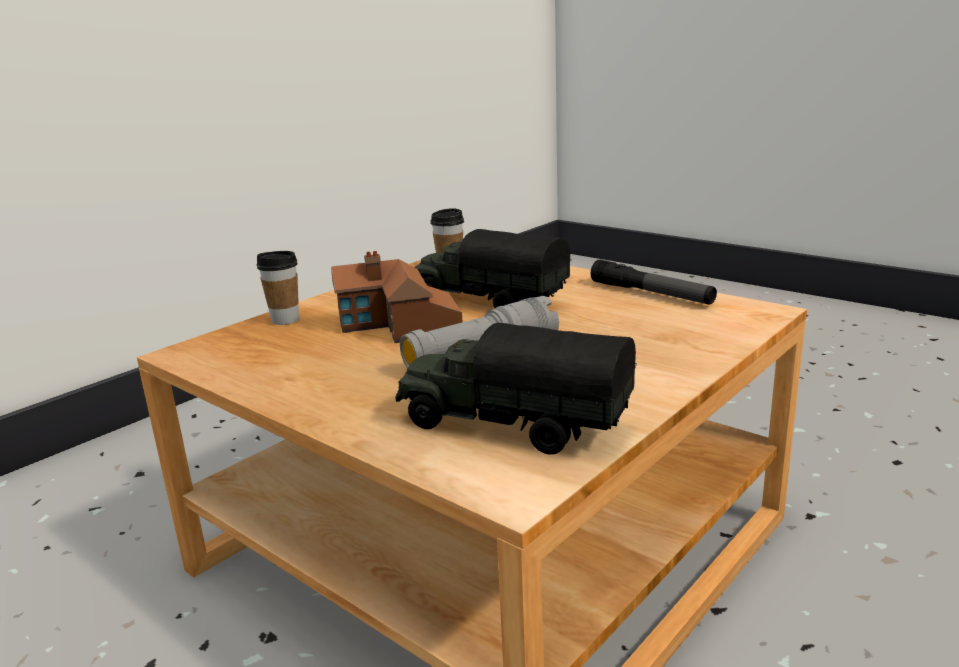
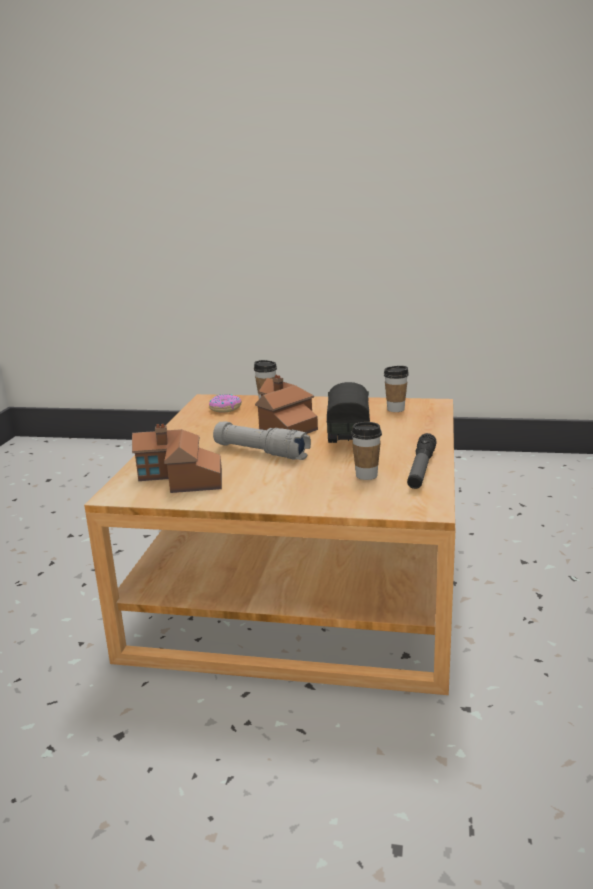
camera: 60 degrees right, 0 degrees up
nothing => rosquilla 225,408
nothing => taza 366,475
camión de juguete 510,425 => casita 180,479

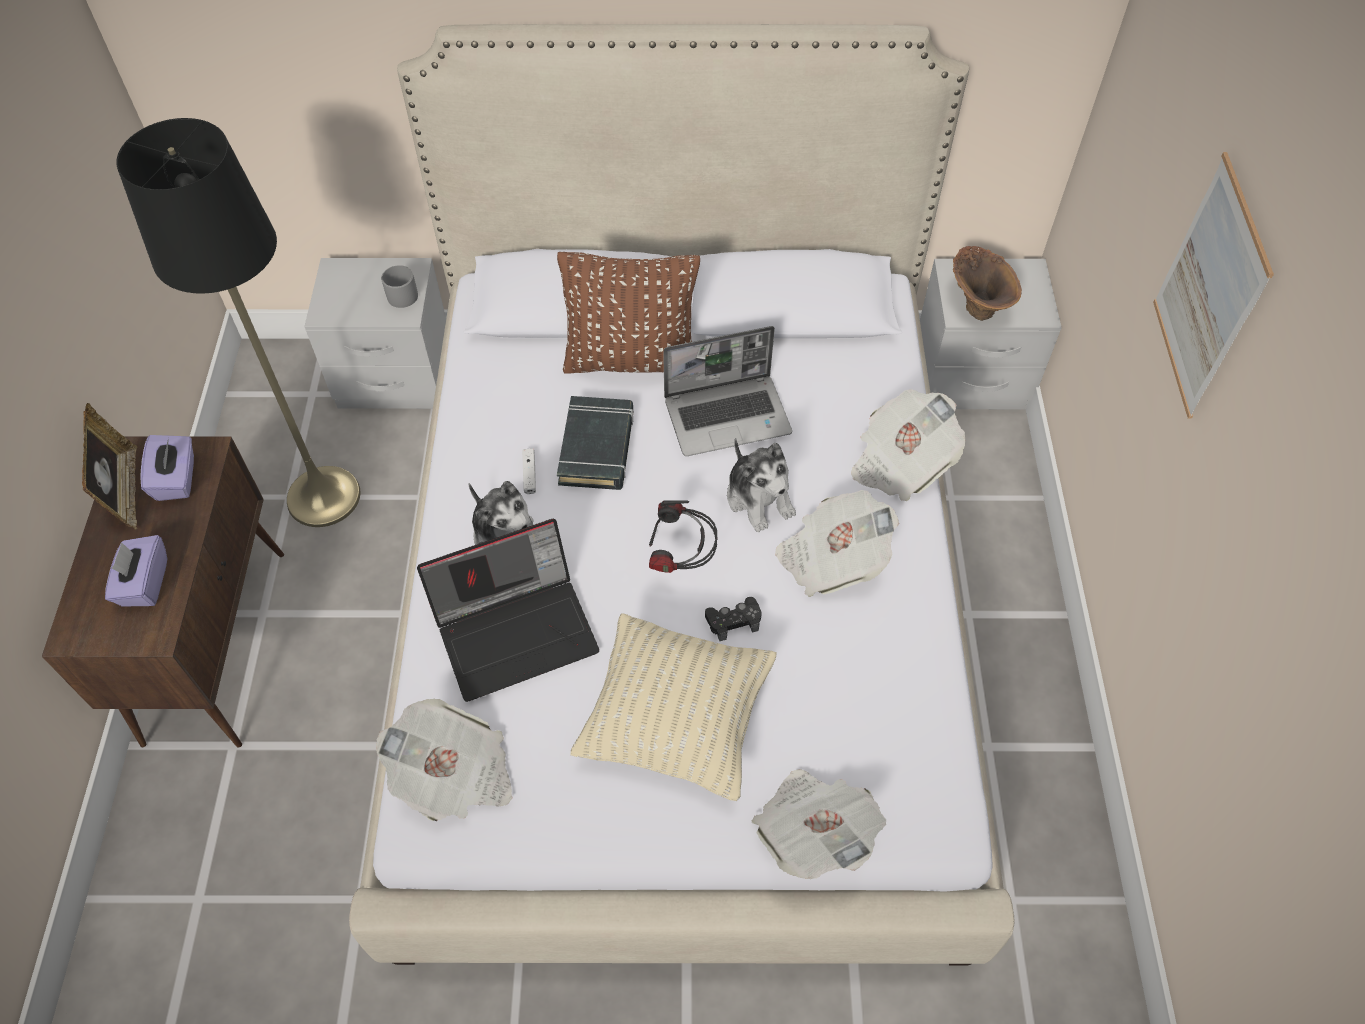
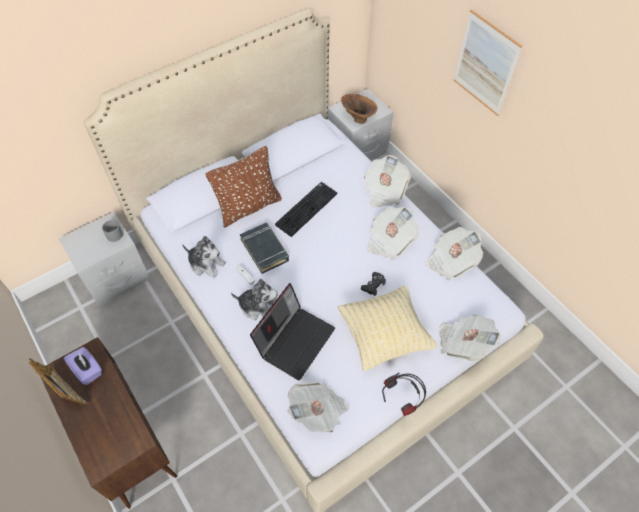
camera: 35 degrees left, 0 degrees up
caja de pañuelos [morado] 144,583 => nothing
lámpara de pie [negro] 323,496 => nothing
nothing => periódico 451,261
auriculares 681,560 => auriculares 403,399, relocated
peluche 759,498 => peluche 206,264, relocated
portátil 728,415 => teclado 306,208

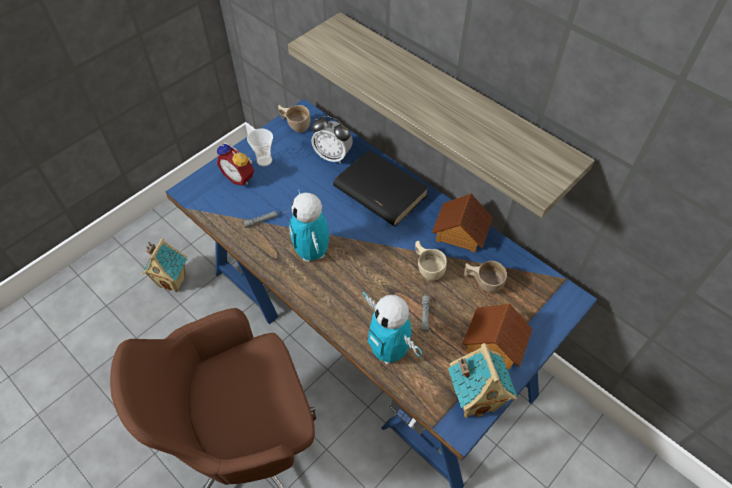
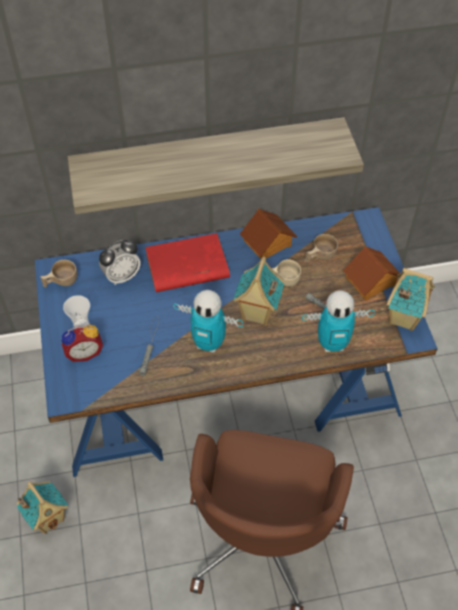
camera: 55 degrees left, 0 degrees up
nothing => casita 257,314
libro [negro] 379,191 => libro [rojo] 186,267

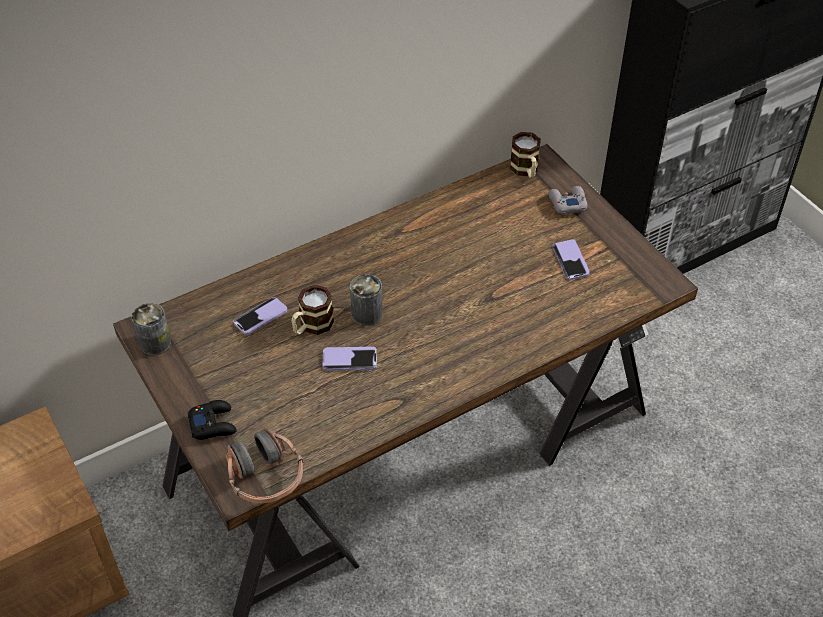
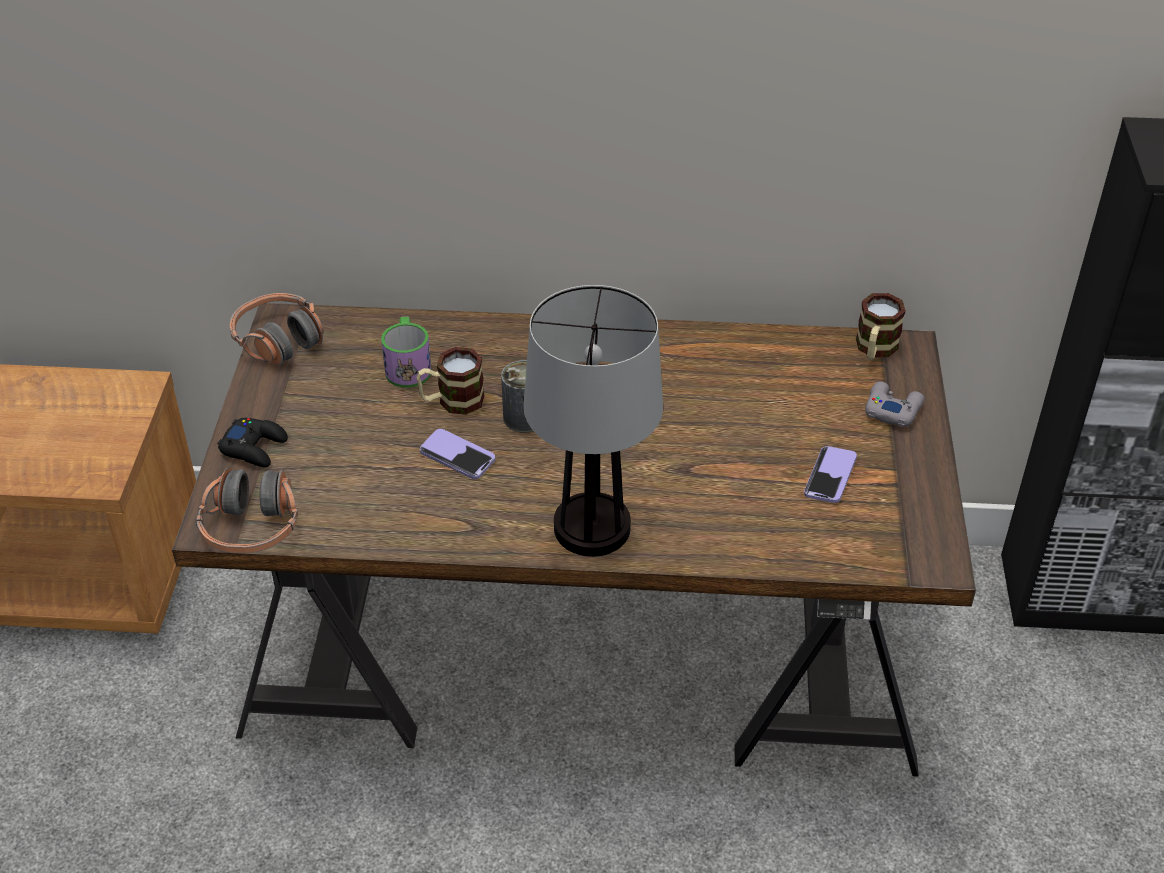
camera: 35 degrees right, 5 degrees down
nothing => lámpara de mesa 593,528
lata 155,343 => auriculares 279,340
móvil 260,317 => taza grande 408,366

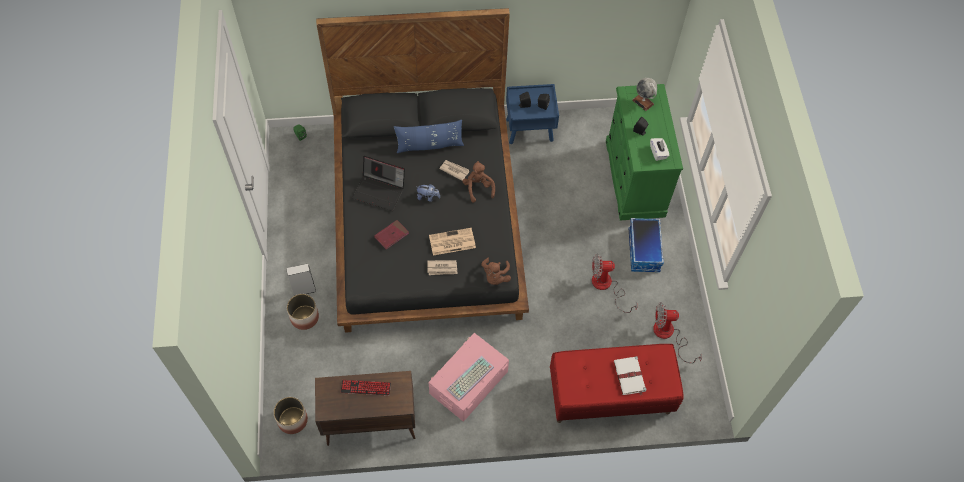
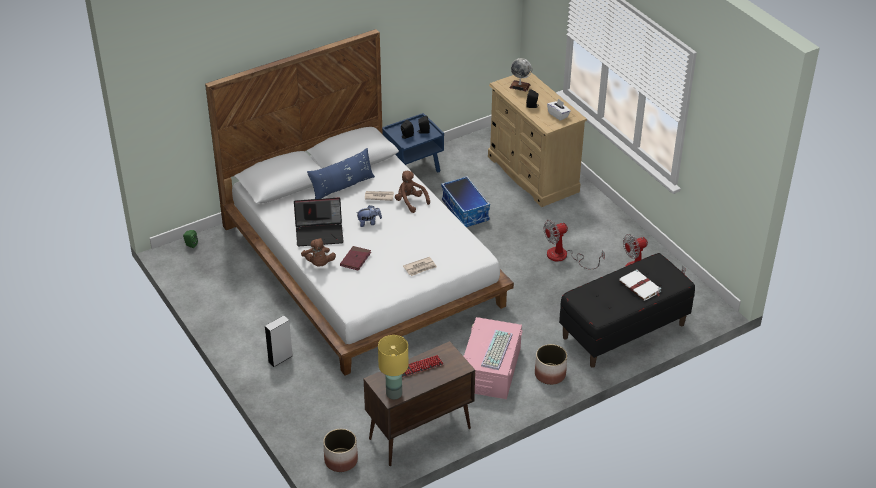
camera: 25 degrees left, 20 degrees down
periódico 451,242 => nothing
nothing => lámpara de mesa [amarillo] 394,393
maceta 304,317 => maceta 549,374, relocated
peluche [marrón] 495,276 => peluche [marrón] 319,263, relocated
caja de almacenaje 644,251 => caja de almacenaje 466,210, relocated
cama [negro] 427,219 => cama [blanco] 363,265
banco [rojo] 610,395 => banco [negro] 623,331
cómoda [verde] 634,178 => cómoda [beis] 532,174

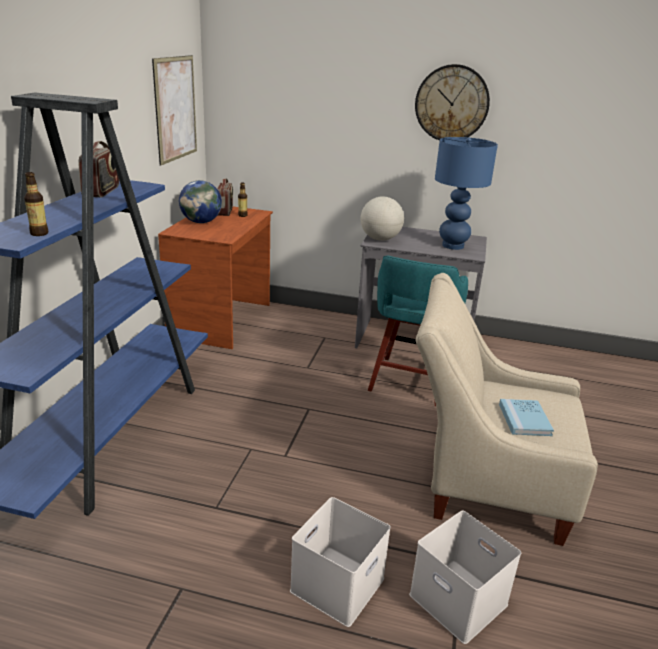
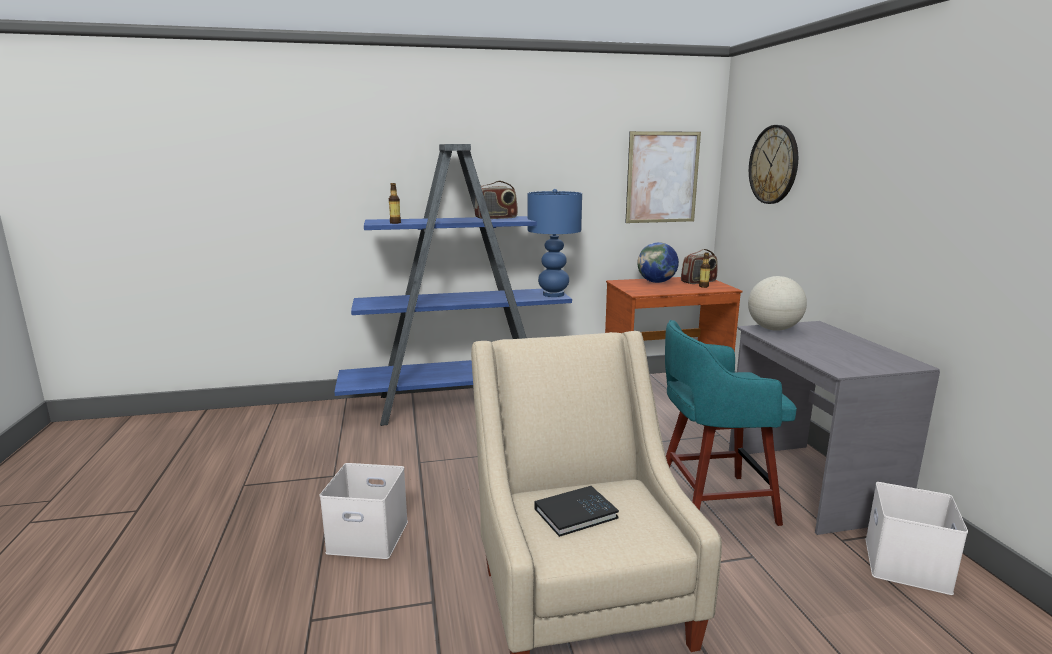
camera: 65 degrees right, 10 degrees down
caja de almacenaje [blanco] 456,599 => caja de almacenaje [blanco] 904,563, relocated
reloj de pared 452,103 => reloj de pared 773,164, relocated
lámpara de mesa [azul] 453,246 => lámpara de mesa [azul] 553,294, relocated
libro [azul] 524,419 => libro [negro] 575,513

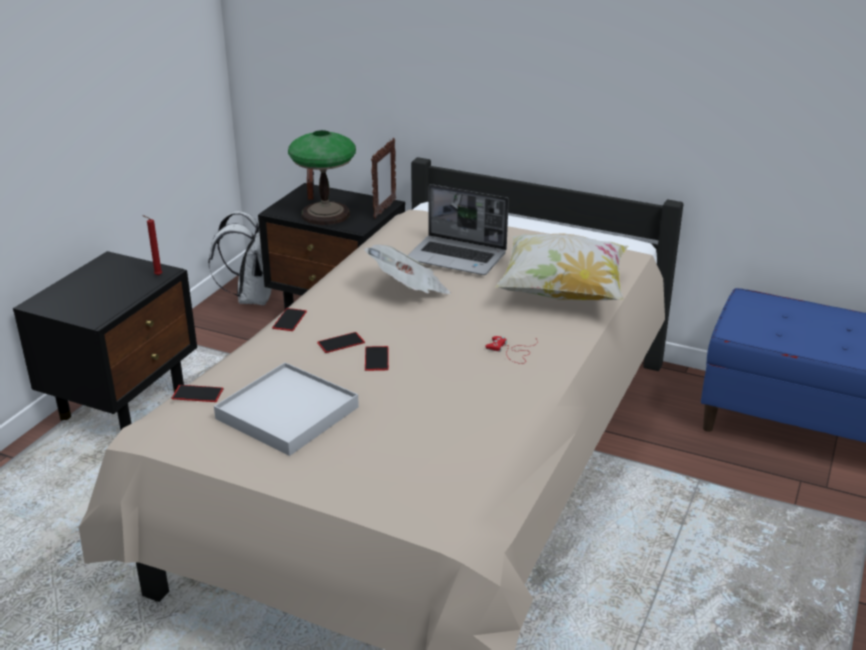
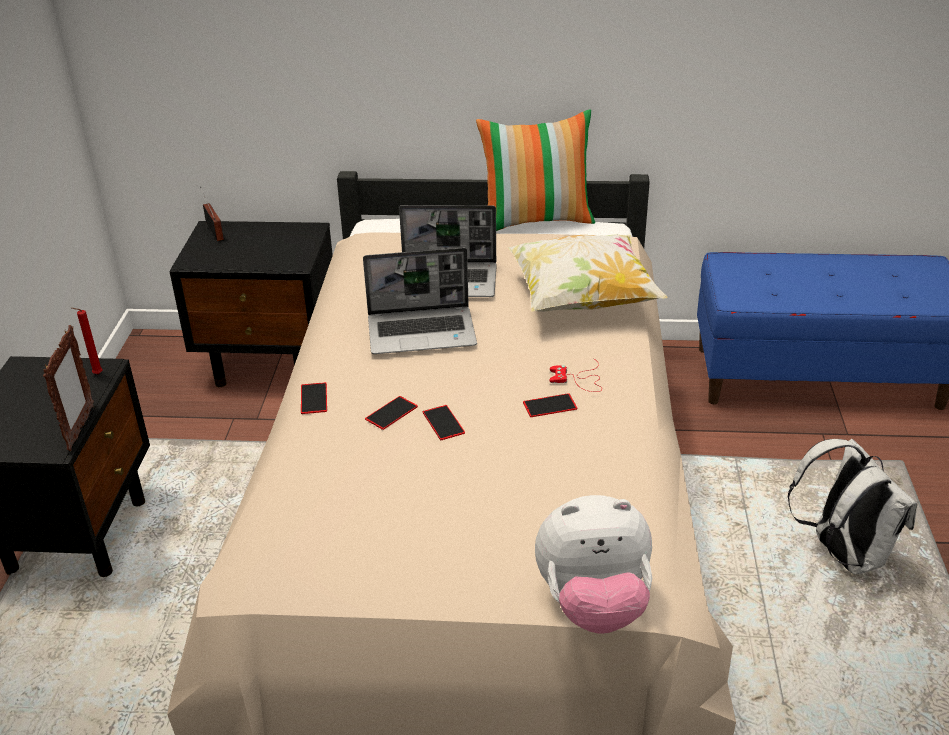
camera: 20 degrees left, 5 degrees up
bandeja [blanco] 287,412 => nothing
lámpara de mesa 325,214 => nothing
nothing => cojín 536,220
nothing => peluche 593,605
móvil 197,394 => móvil 550,405, relocated
mochila [blanco] 252,297 => mochila [blanco] 842,553, relocated
portarretratos 384,209 => portarretratos 80,428, relocated
periódico 409,290 => portátil 423,332

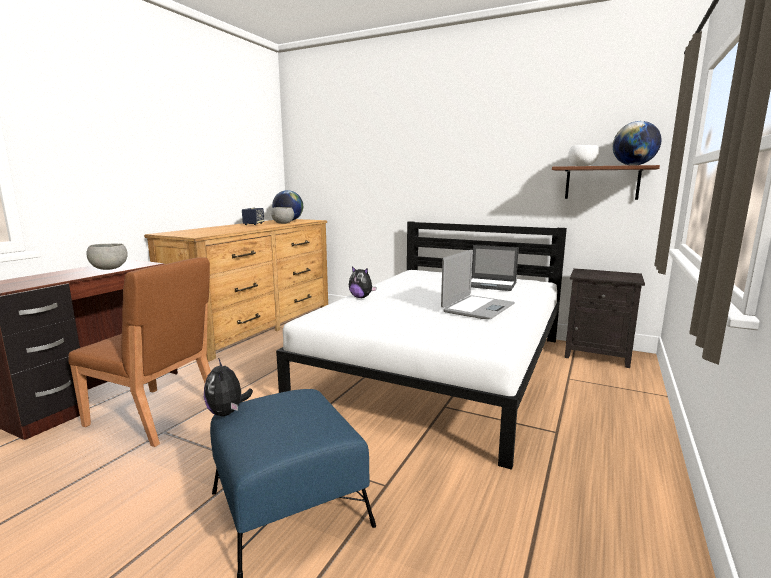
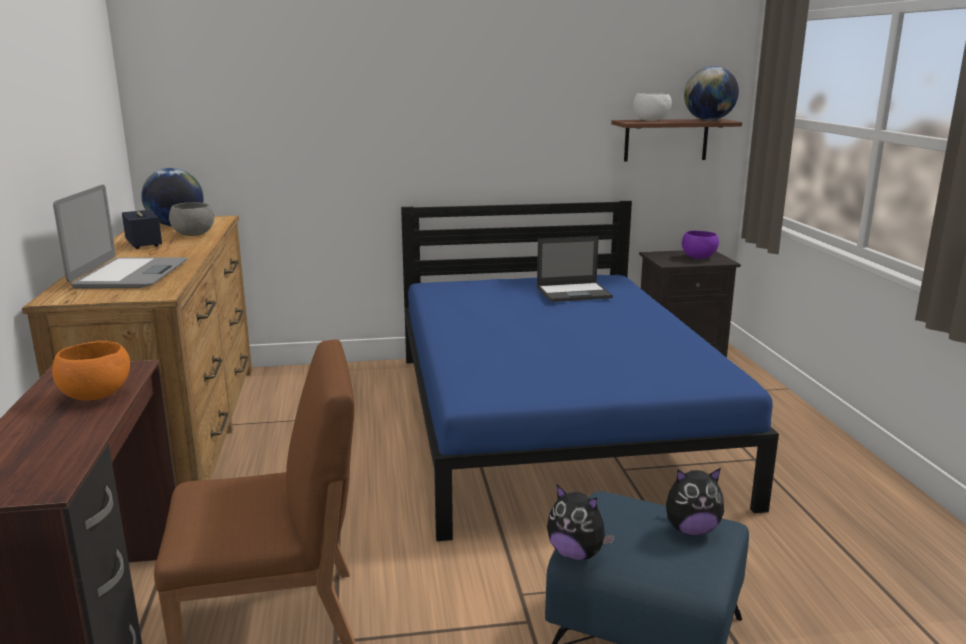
camera: 35 degrees left, 5 degrees up
nothing => cuenco [morado] 698,257
peluche 361,297 => peluche 691,530, relocated
portátil 477,308 => portátil 130,274, relocated
cuenco [gris] 109,269 => cuenco [naranja] 95,395
cama [blanco] 441,368 => cama [azul] 552,422

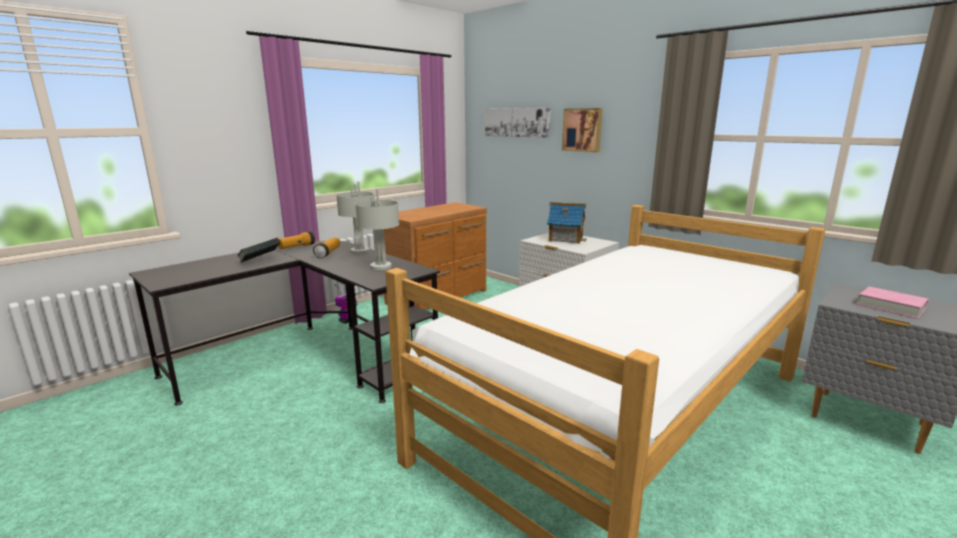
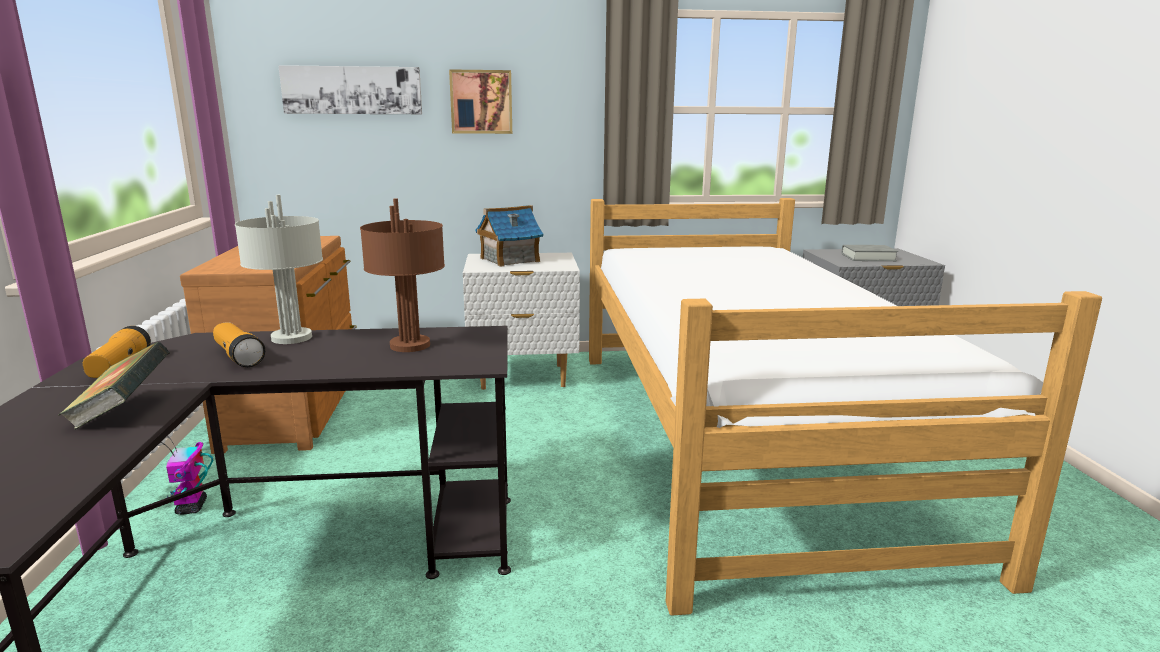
camera: 50 degrees left, 0 degrees up
lámpara de mesa [gris] 381,267 => lámpara de mesa [marrón] 411,345
libro [rosa] 890,306 => libro [gris] 868,257

